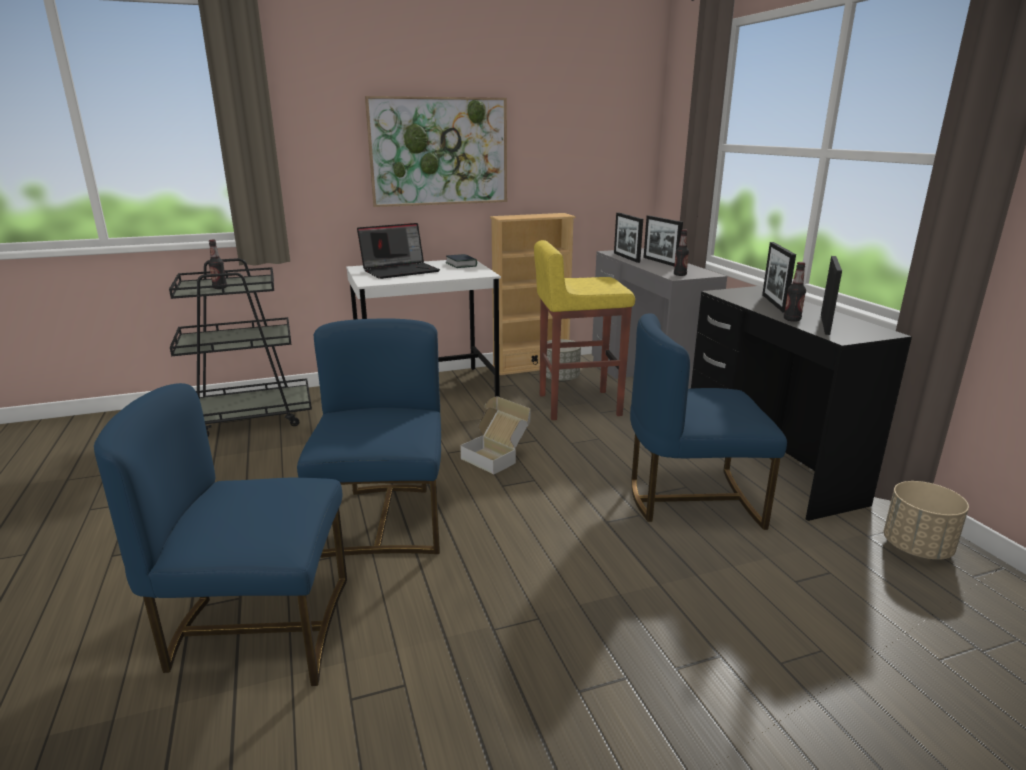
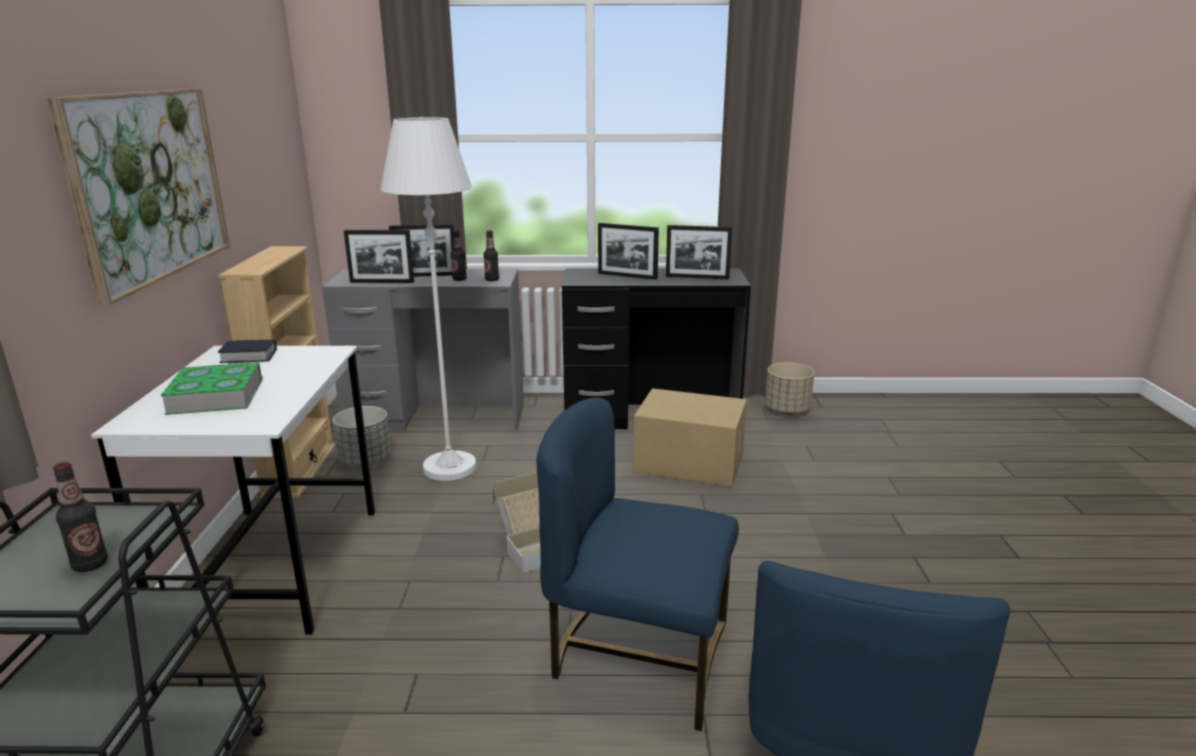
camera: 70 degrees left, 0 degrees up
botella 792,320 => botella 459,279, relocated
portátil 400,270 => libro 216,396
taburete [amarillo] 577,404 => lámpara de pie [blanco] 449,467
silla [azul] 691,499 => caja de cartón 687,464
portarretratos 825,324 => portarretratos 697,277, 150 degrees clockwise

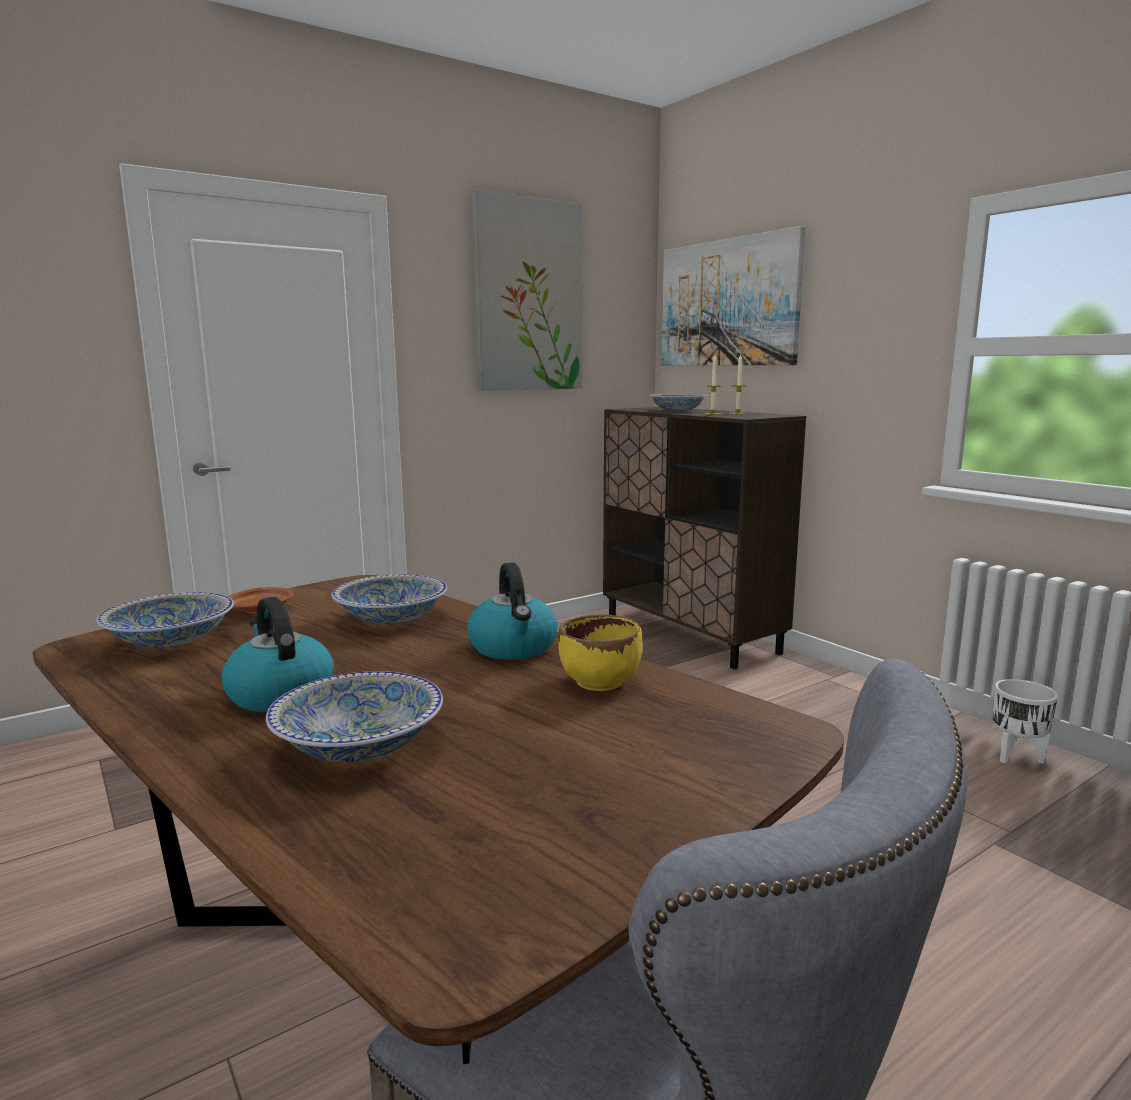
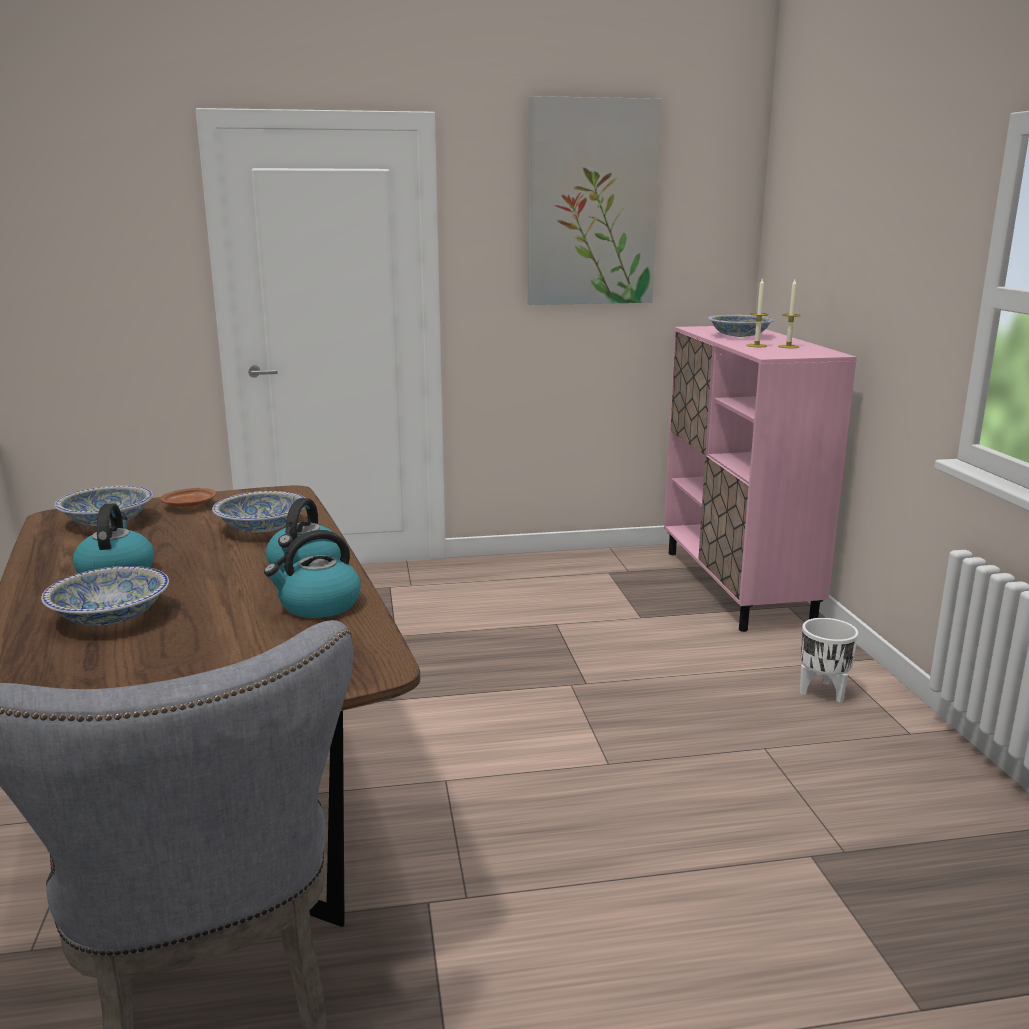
camera: 25 degrees right, 5 degrees up
cuadro 728,303 => nothing
maceta [blanco] 1015,756 => maceta [blanco] 822,692, relocated
cuenco [amarillo] 600,681 => hervidor 318,605
armario [marrón] 690,634 => armario [rosa] 736,586

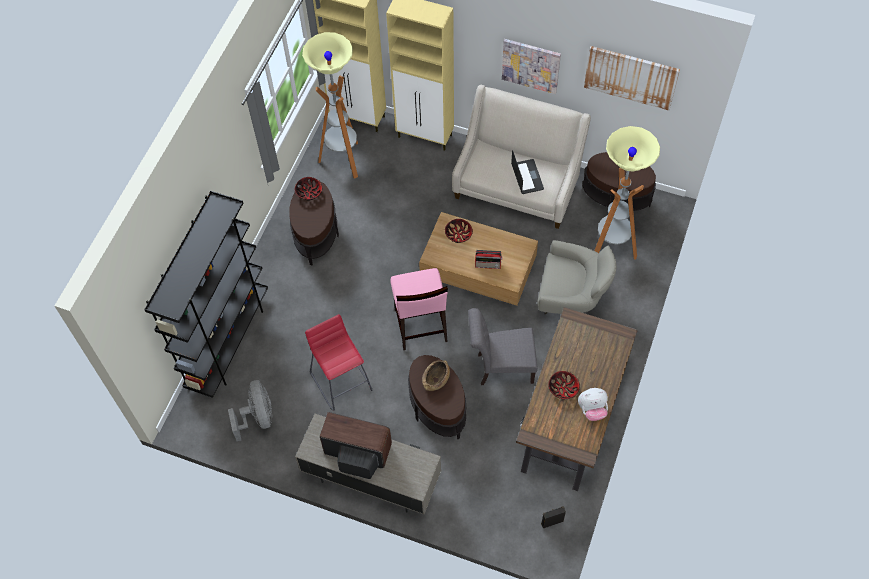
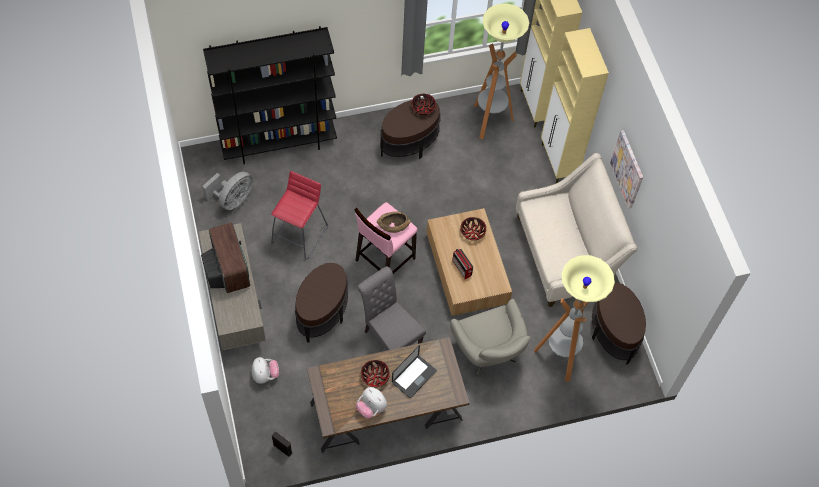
camera: 50 degrees right, 0 degrees up
cuadro 631,77 => nothing
nothing => peluche 265,375
cuenco [marrón] 436,379 => cuenco [marrón] 393,226, relocated
portátil 527,177 => portátil 414,377, relocated

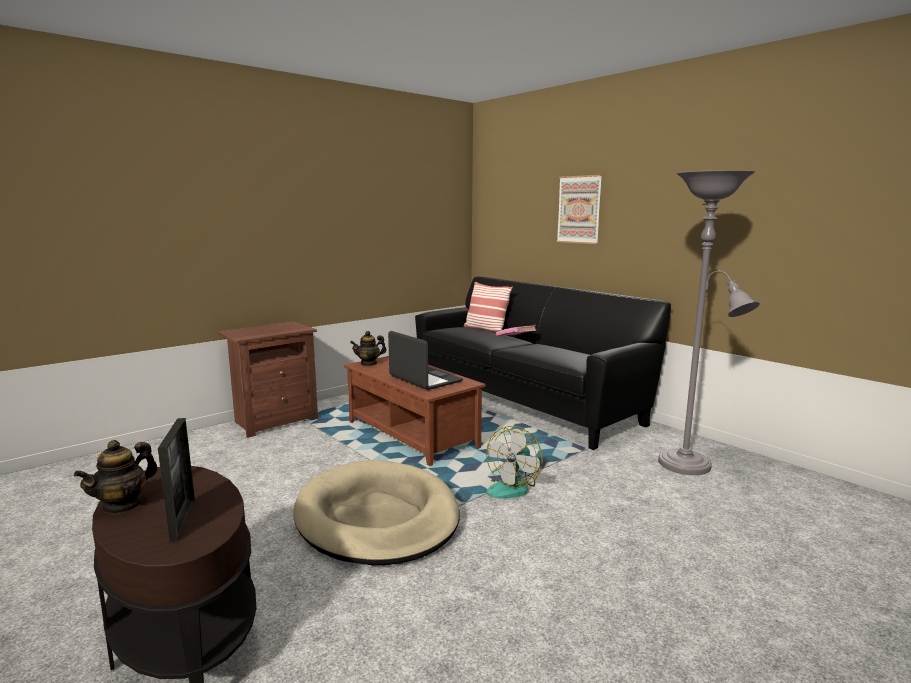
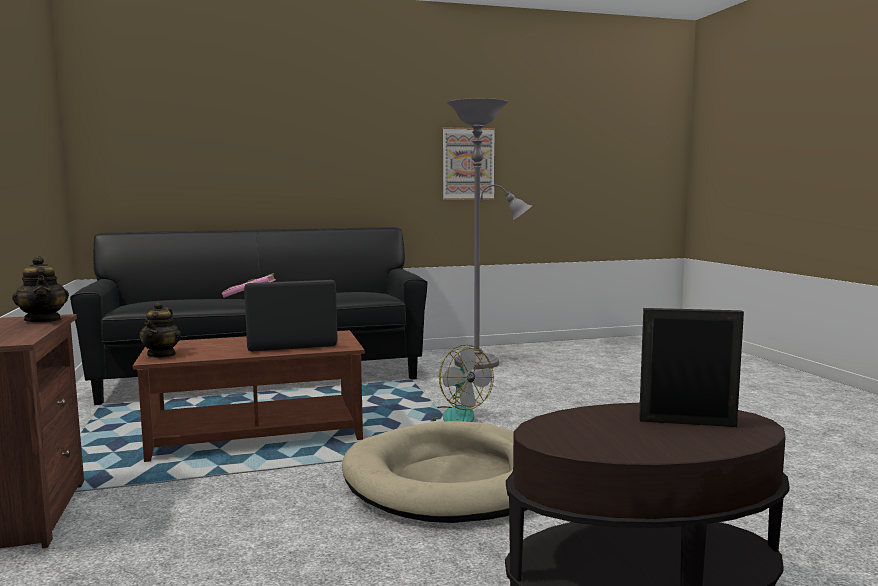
camera: 65 degrees left, 5 degrees down
cojín 486,329 => nothing
tetera 123,505 => tetera 43,320, relocated
cuadro 579,209 => cuadro 468,164, relocated

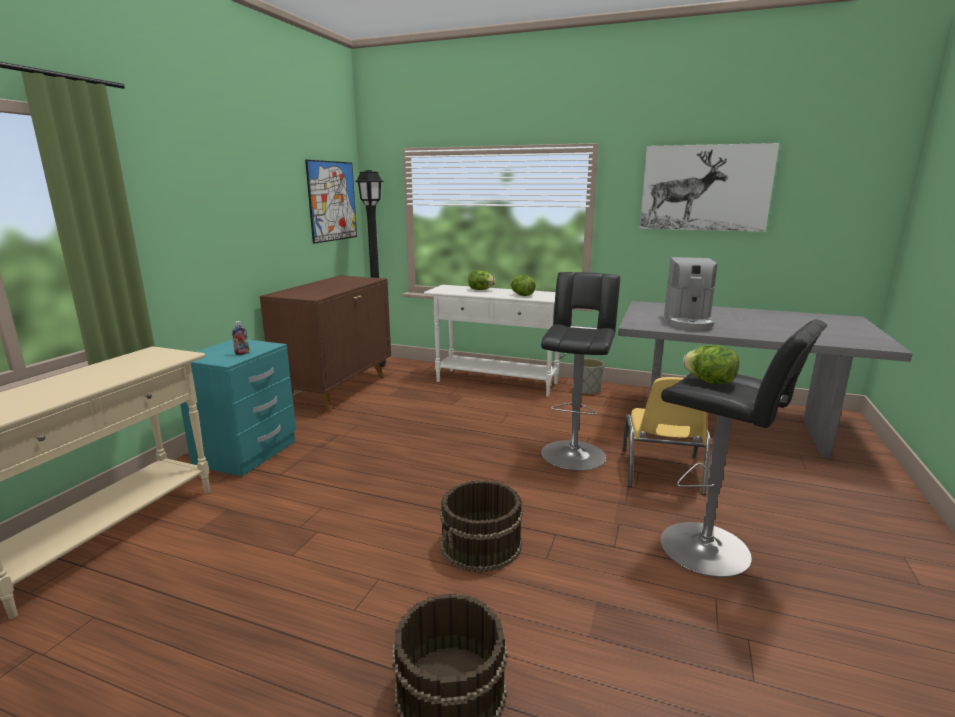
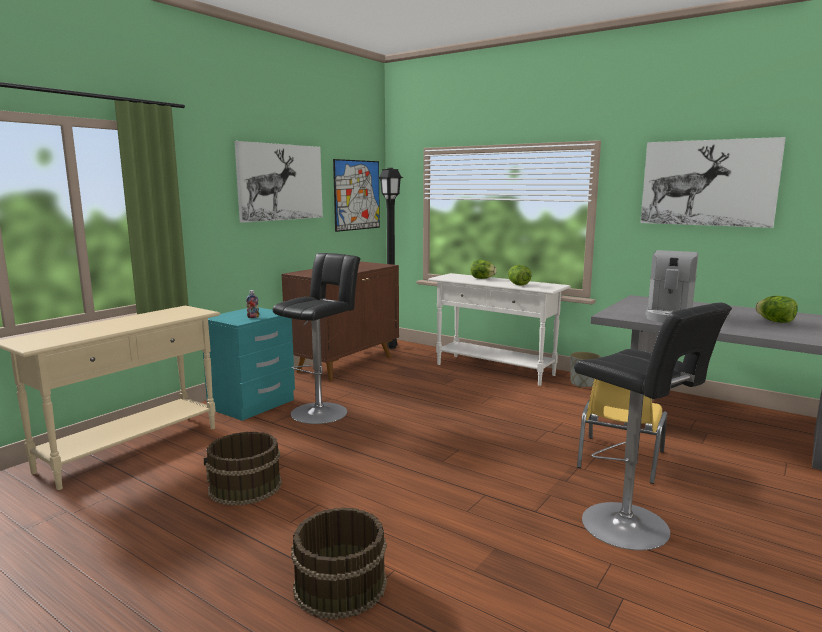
camera: 15 degrees right, 5 degrees down
nothing => cuadro 281,182
cubo [marrón] 481,545 => cubo [marrón] 245,487, relocated
taburete [negro] 573,452 => taburete [negro] 322,411, relocated
lechuga 710,382 => lechuga 775,321, relocated

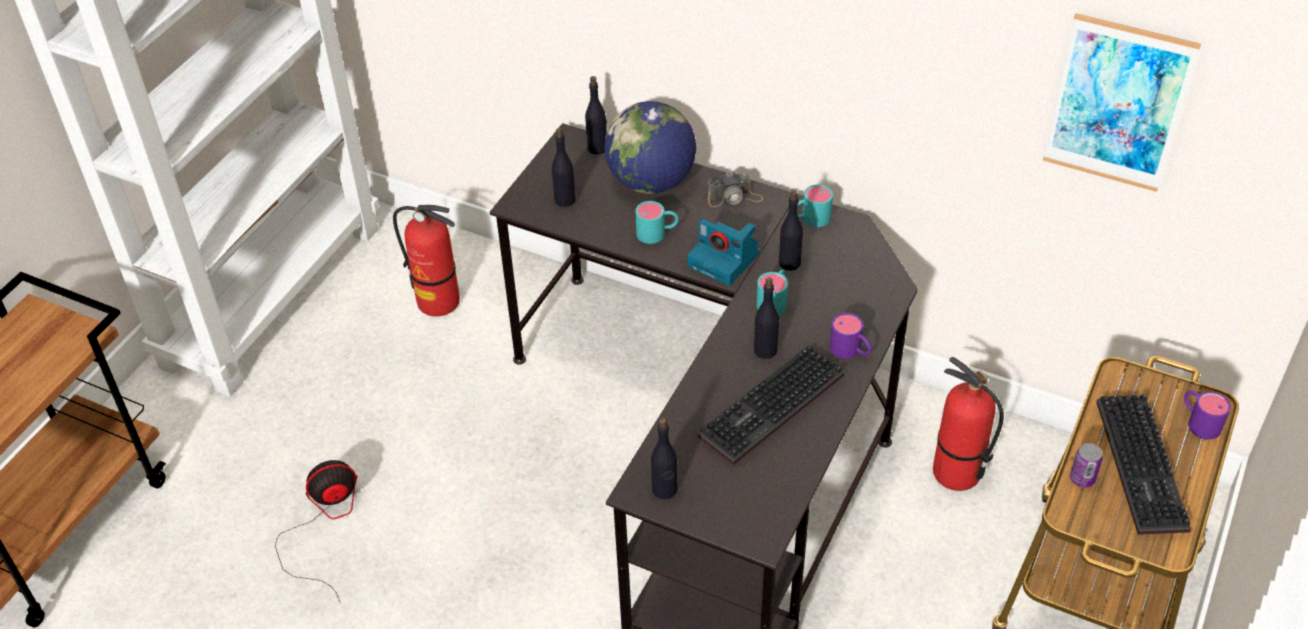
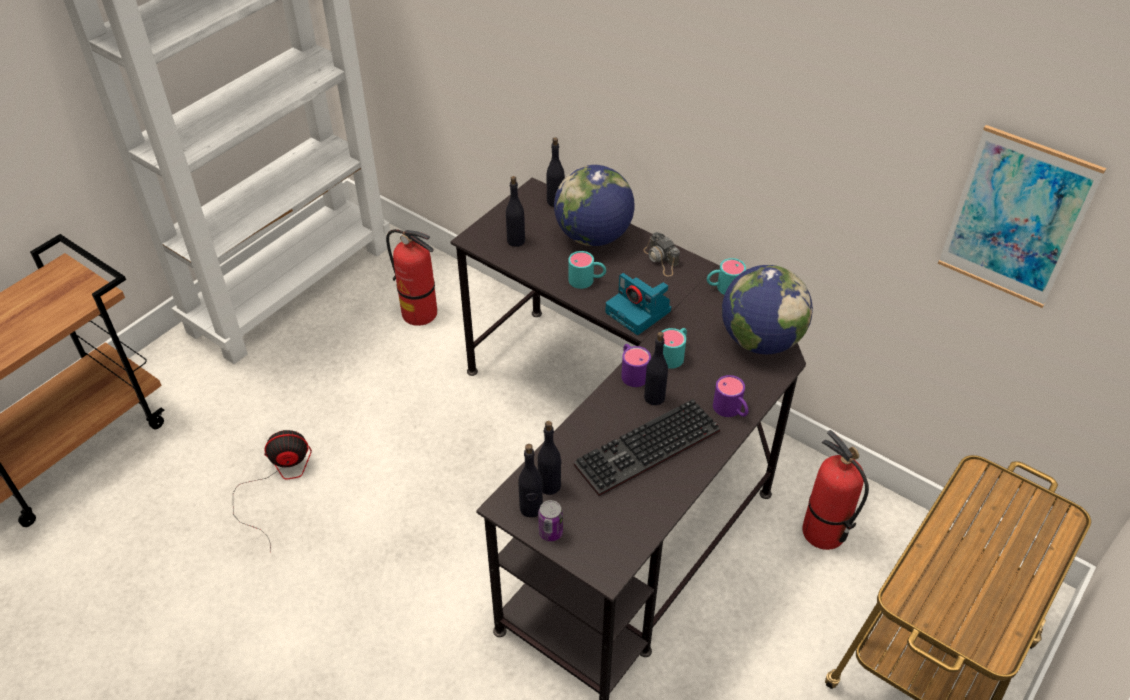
camera: 10 degrees right, 0 degrees up
teclado 1145,467 => nothing
nothing => globo terráqueo 760,340
botella [negro] 789,263 => botella [negro] 550,485, relocated
lata 1082,478 => lata 550,532, relocated
taza grande [morado] 1198,421 => taza grande [morado] 632,372, relocated
cámara 734,197 => cámara 661,260, 60 degrees clockwise

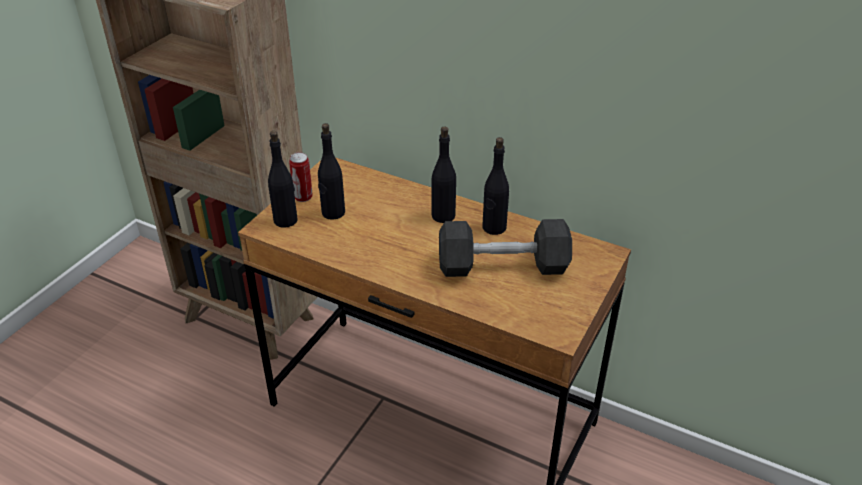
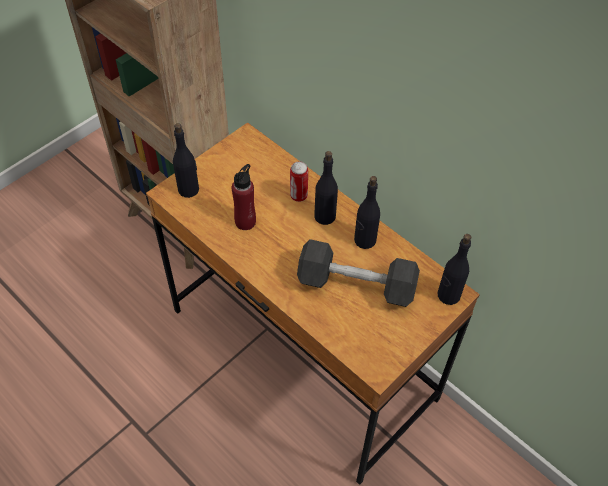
camera: 15 degrees right, 15 degrees up
nothing => botella [rojo] 245,221
lata 303,197 => lata 298,196, relocated
botella [negro] 333,213 => botella [negro] 448,295, relocated

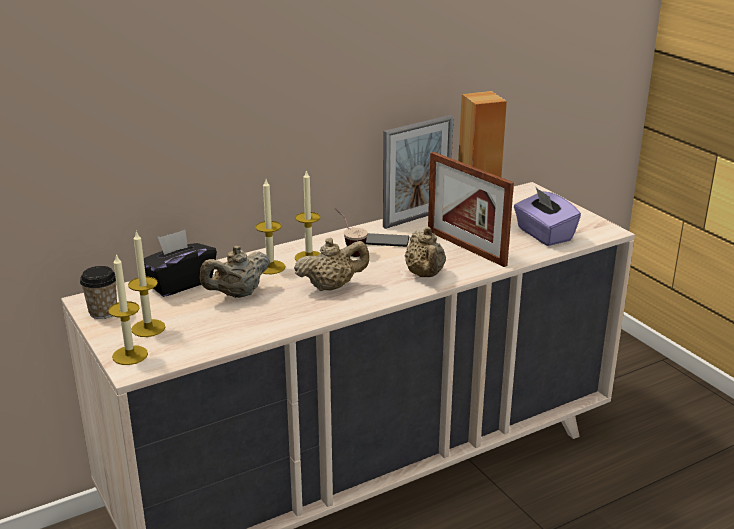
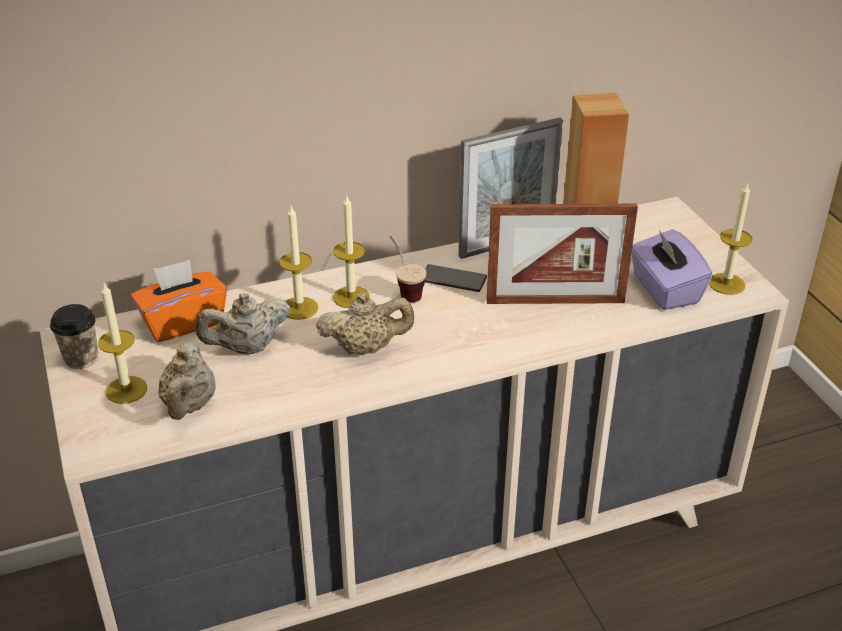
camera: 10 degrees right, 10 degrees up
vela 130,355 => vela 726,284, relocated
tetera [beis] 425,275 => tetera [beis] 189,406, relocated
caja de pañuelos [negro] 179,283 => caja de pañuelos [naranja] 183,322
portarretratos 466,248 => portarretratos 555,301, 60 degrees counterclockwise

